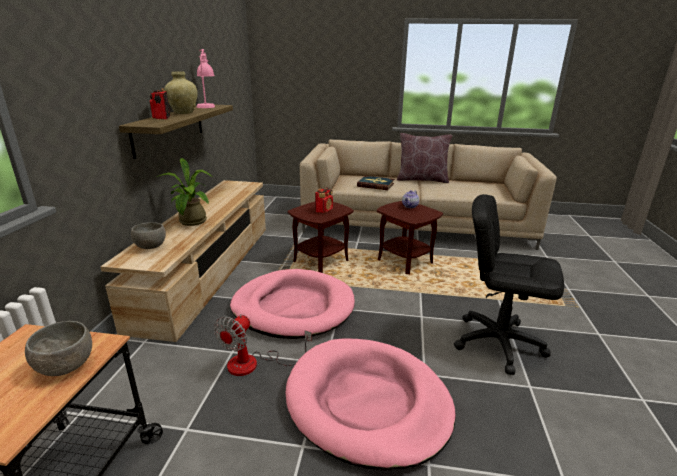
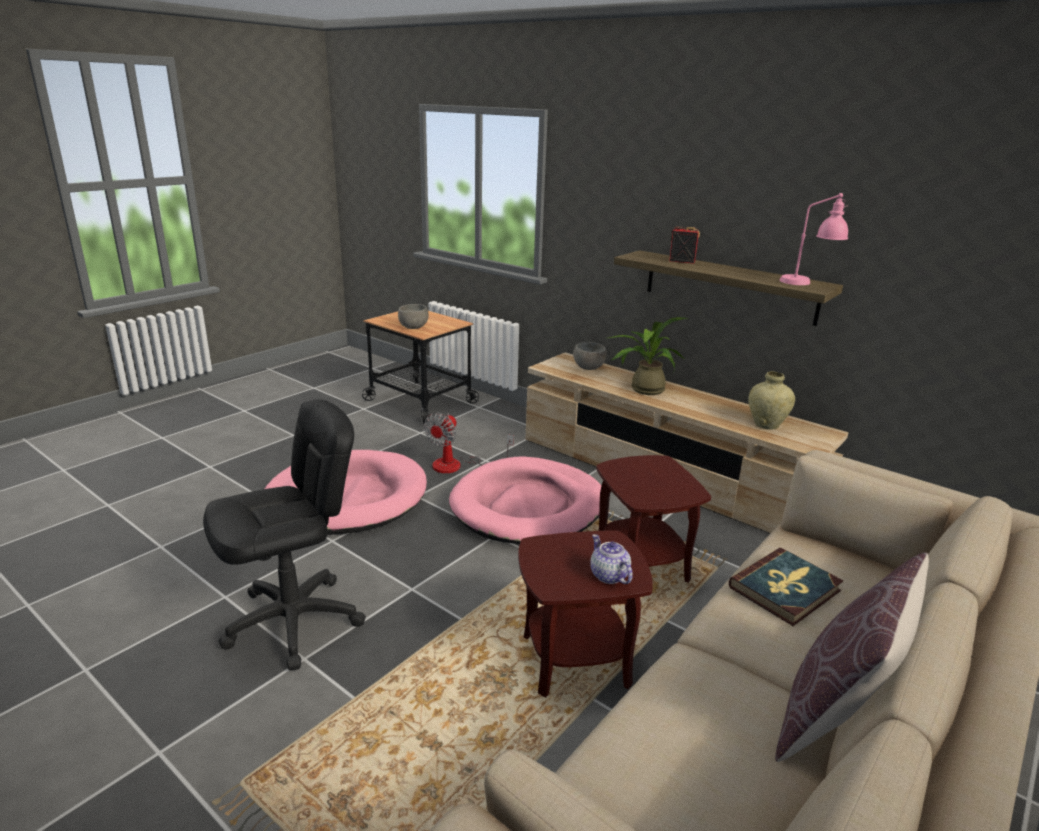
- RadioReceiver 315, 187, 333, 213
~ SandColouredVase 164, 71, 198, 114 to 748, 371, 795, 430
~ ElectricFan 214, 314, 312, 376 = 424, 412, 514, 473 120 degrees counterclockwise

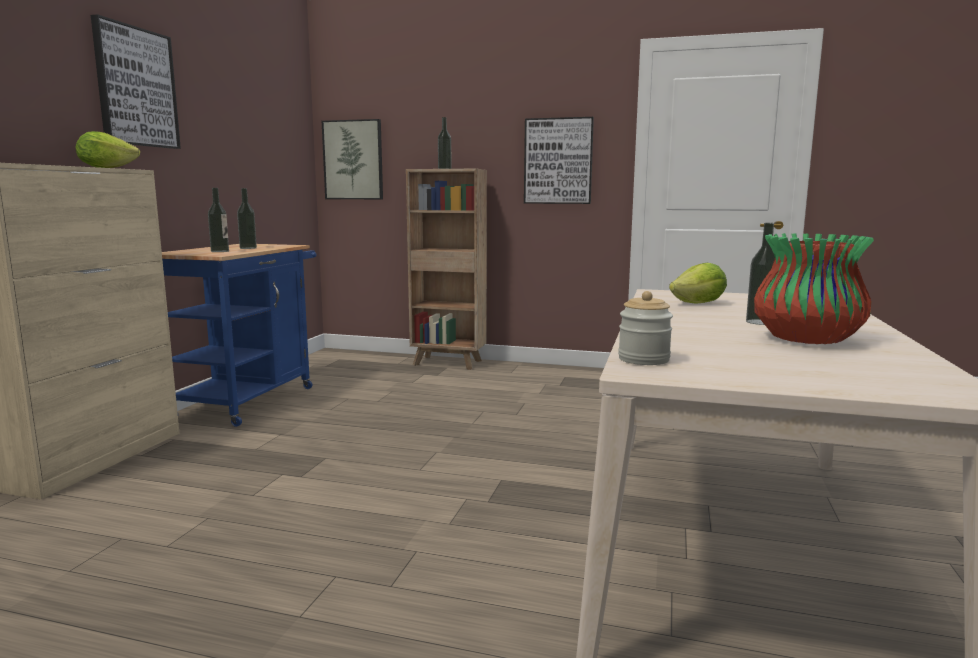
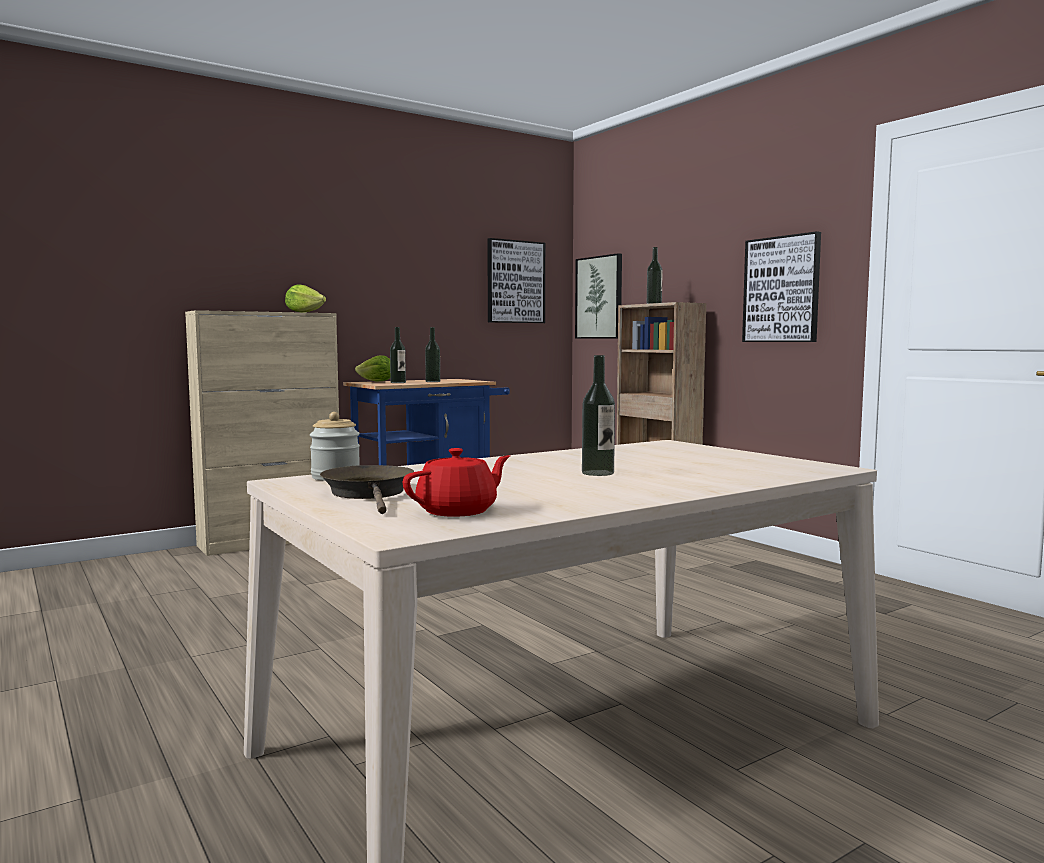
- Vase 754, 233, 874, 344
+ BrownColouredFryingPan 320, 465, 414, 514
+ RedTeapot 403, 448, 510, 517
~ WallPicture 91, 14, 181, 149 to 487, 238, 545, 323
~ Lettuce 669, 263, 727, 304 to 355, 355, 390, 382

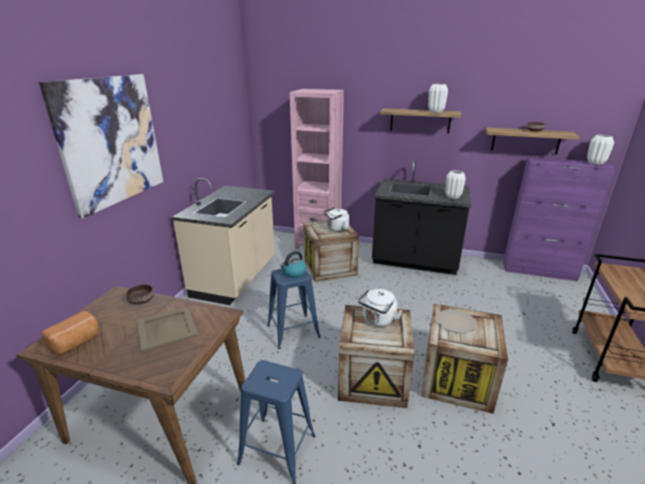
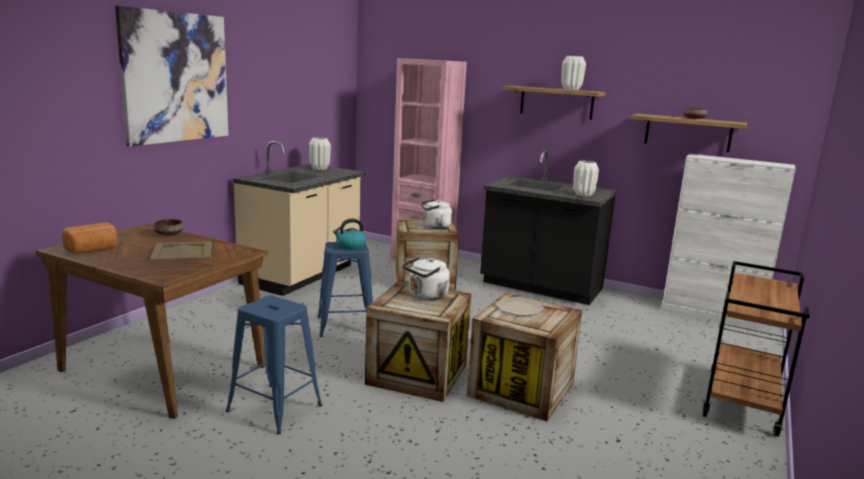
~ WhiteVase 587, 135, 614, 165 to 309, 137, 331, 170
~ PurpleStorageCabinet 503, 157, 616, 281 to WhiteStorageCabinet 661, 154, 796, 331

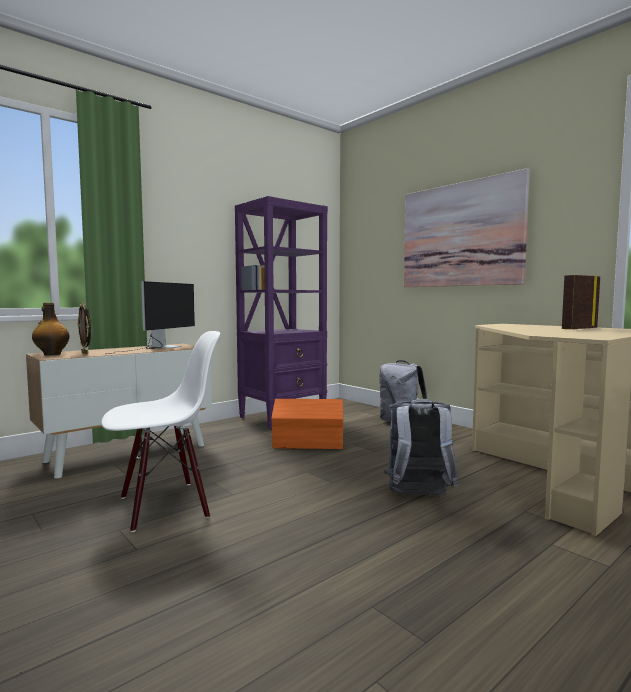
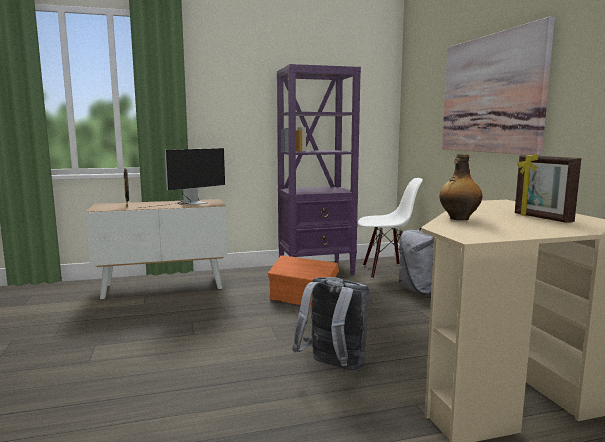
~ BeverageBottle 32, 303, 69, 355 to 439, 154, 482, 220
~ WhiteUprightChair 101, 331, 220, 532 to 358, 178, 423, 279
~ StandingFrame 562, 274, 600, 329 = 515, 154, 581, 223 105 degrees counterclockwise

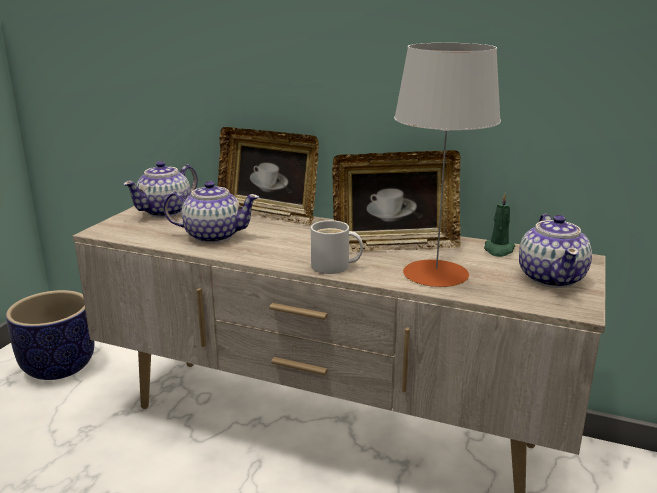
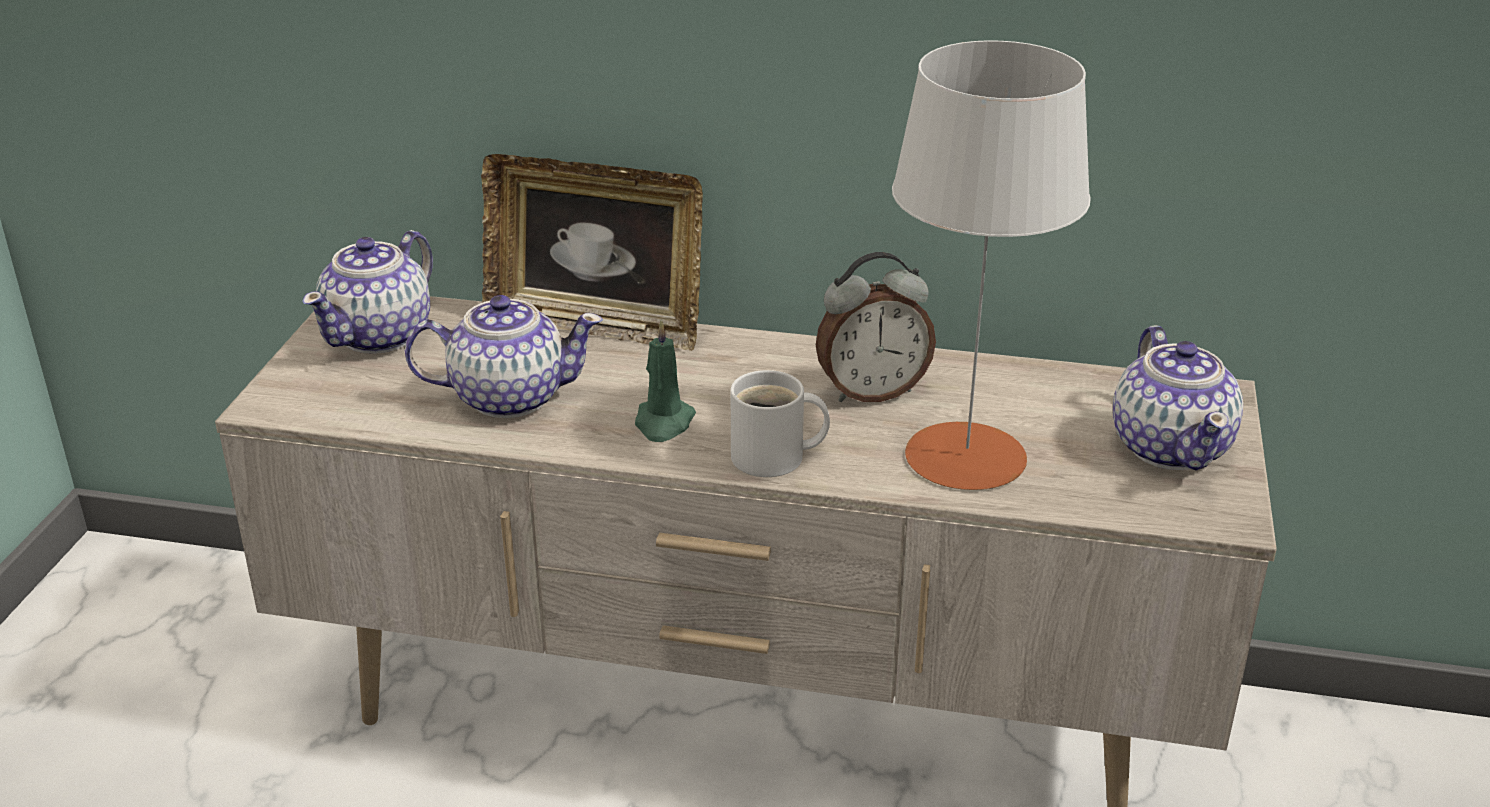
- FlowerPot 6, 290, 94, 380
~ GreenWaxCandle 484, 193, 515, 257 to 635, 320, 696, 442
~ StandingFrame 332, 150, 461, 252 to BedsideClock 816, 252, 936, 402

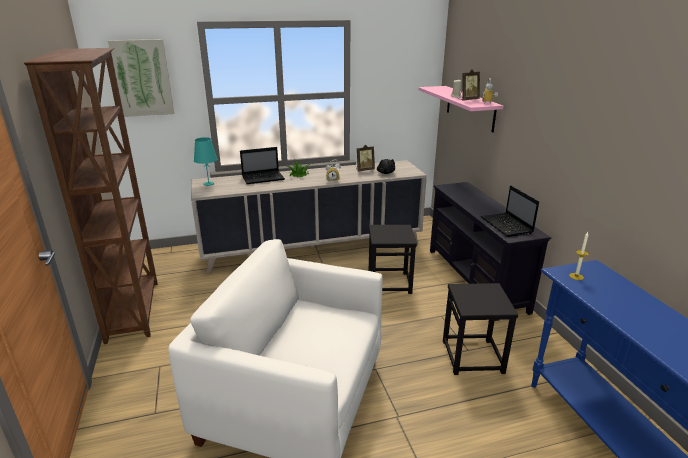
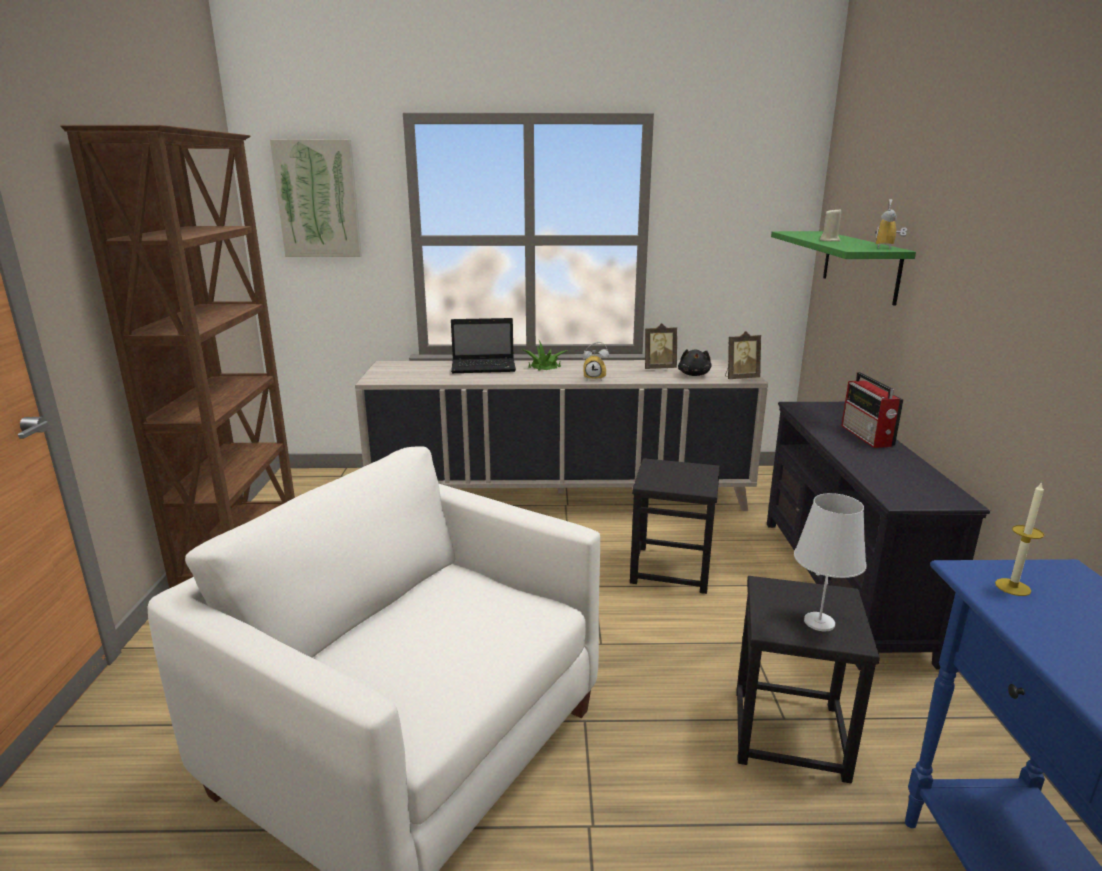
- TurquoiseColouredTableLamp 194, 137, 218, 186
- NotebookComputer 481, 185, 539, 237
+ WhiteTableLamp 794, 493, 867, 632
+ RadioReceiver 841, 372, 903, 448
~ StandingFrame 458, 69, 480, 101 to 725, 331, 761, 379
~ PinkishShelf 418, 86, 504, 133 to GreenShelf 771, 231, 916, 306

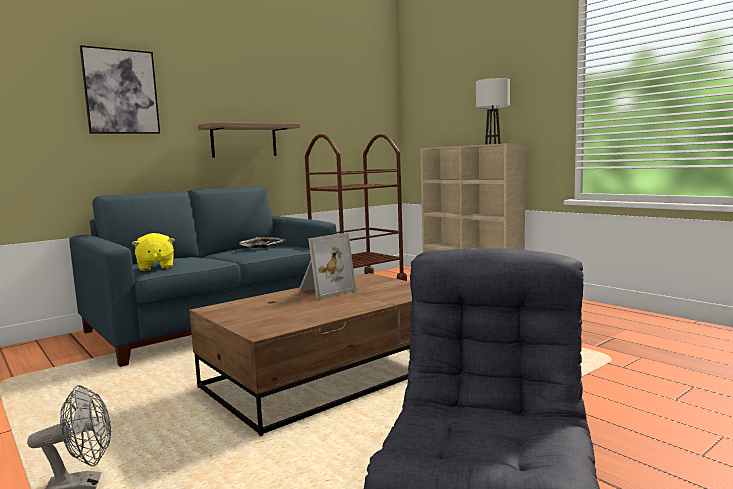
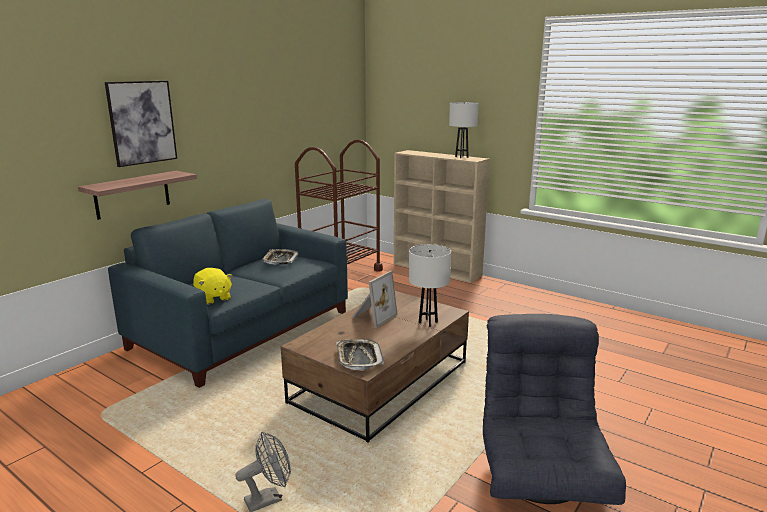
+ Tray 336, 339, 384, 371
+ WhiteTableLamp 409, 244, 451, 327
~ Shelf 198, 122, 300, 158 to 78, 171, 197, 220

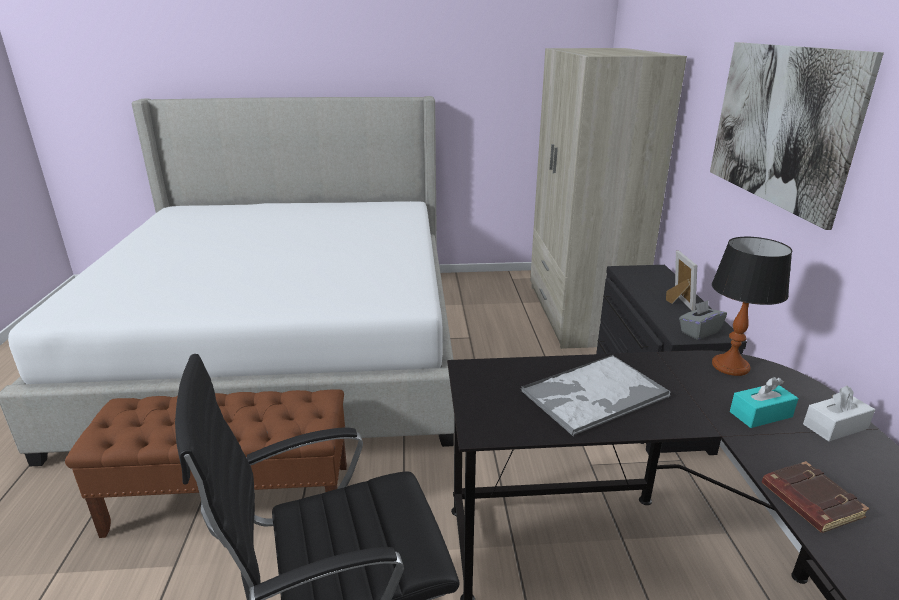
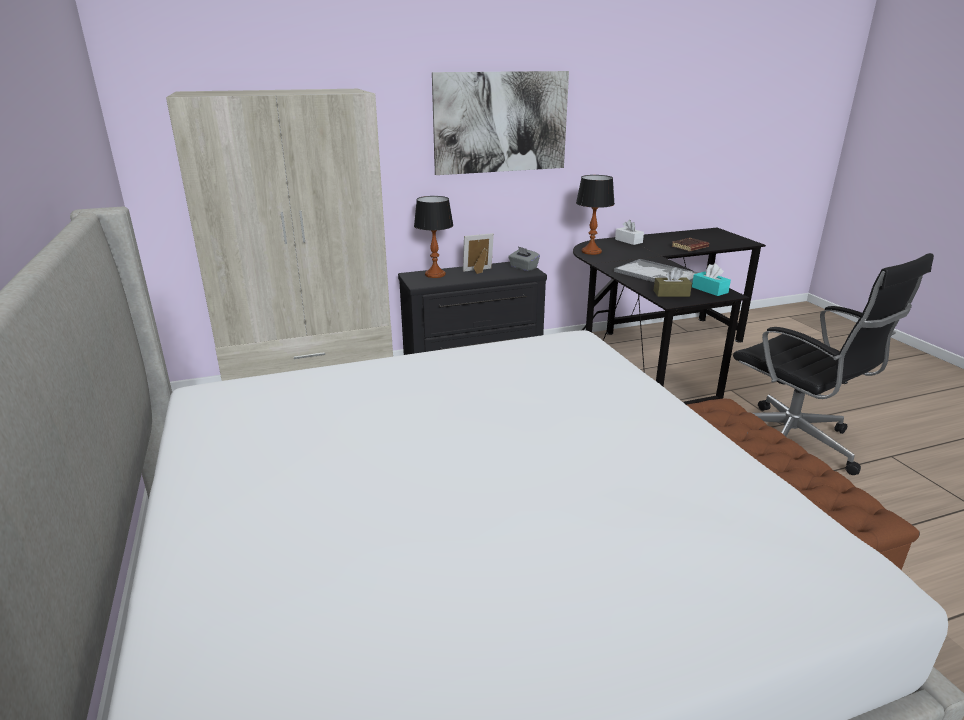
+ TableLamp 414, 196, 454, 278
+ BrownColouredTissueBox 653, 267, 692, 297
~ TurquoiseColouredTissueBox 730, 377, 798, 428 to 692, 264, 731, 296

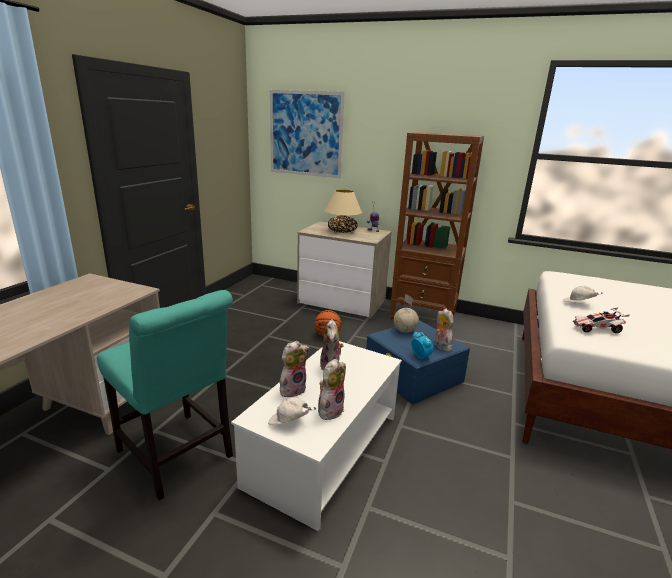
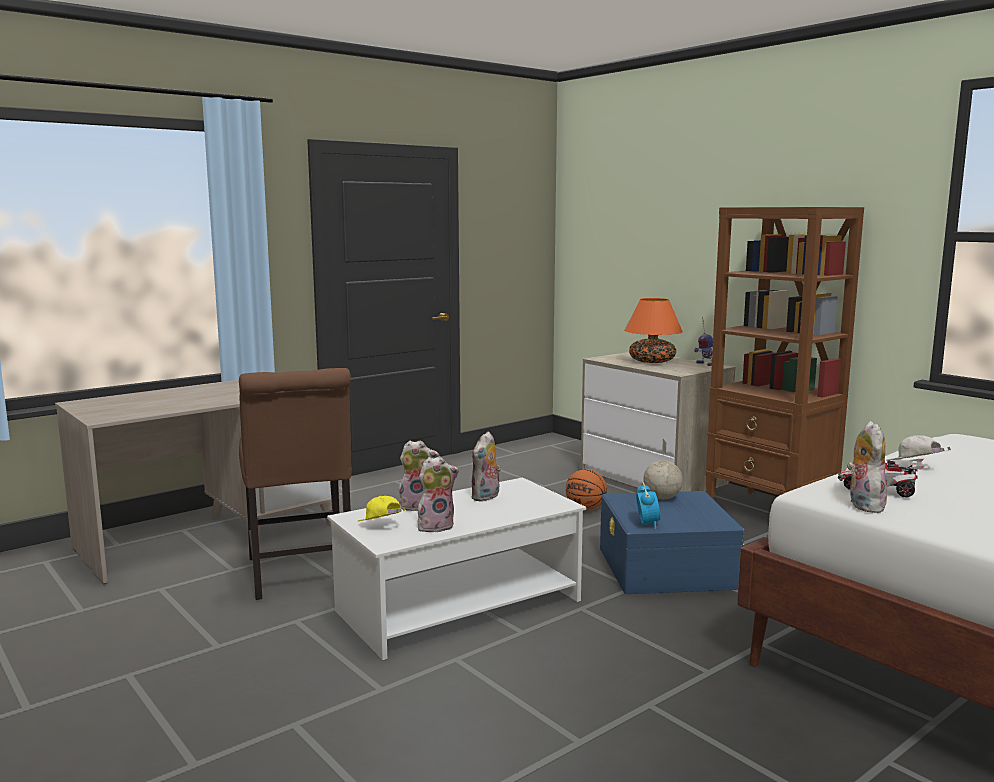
- WallPicture 270, 90, 345, 178
~ PlushToy 435, 308, 454, 351 to 847, 421, 887, 513
~ TurquoiseColouredUprightChair 97, 290, 233, 500 to BrownColouredUprightChair 239, 368, 352, 600
~ WhiteCap 268, 397, 316, 425 to YellowColouredCap 358, 496, 405, 521
~ SandColouredTableLamp 325, 189, 362, 233 to OrangeTableLamp 624, 298, 683, 363

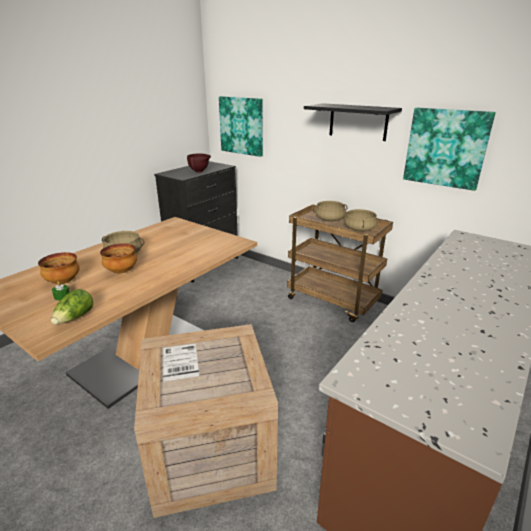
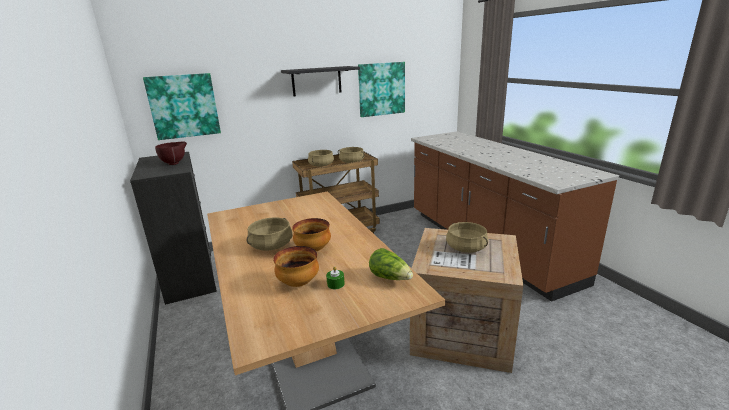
+ SandColouredCookingPot 446, 222, 488, 253

